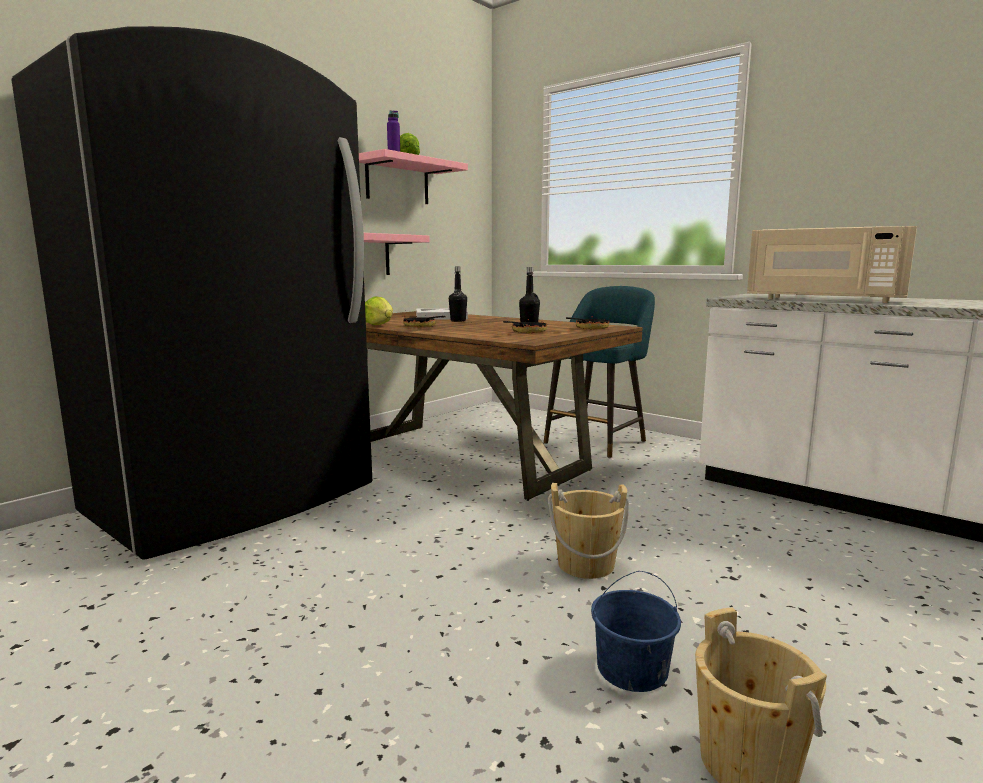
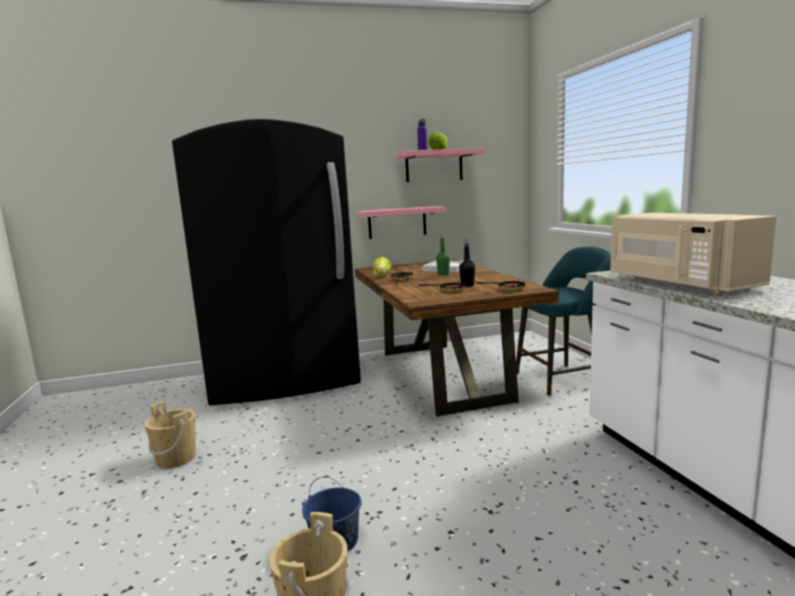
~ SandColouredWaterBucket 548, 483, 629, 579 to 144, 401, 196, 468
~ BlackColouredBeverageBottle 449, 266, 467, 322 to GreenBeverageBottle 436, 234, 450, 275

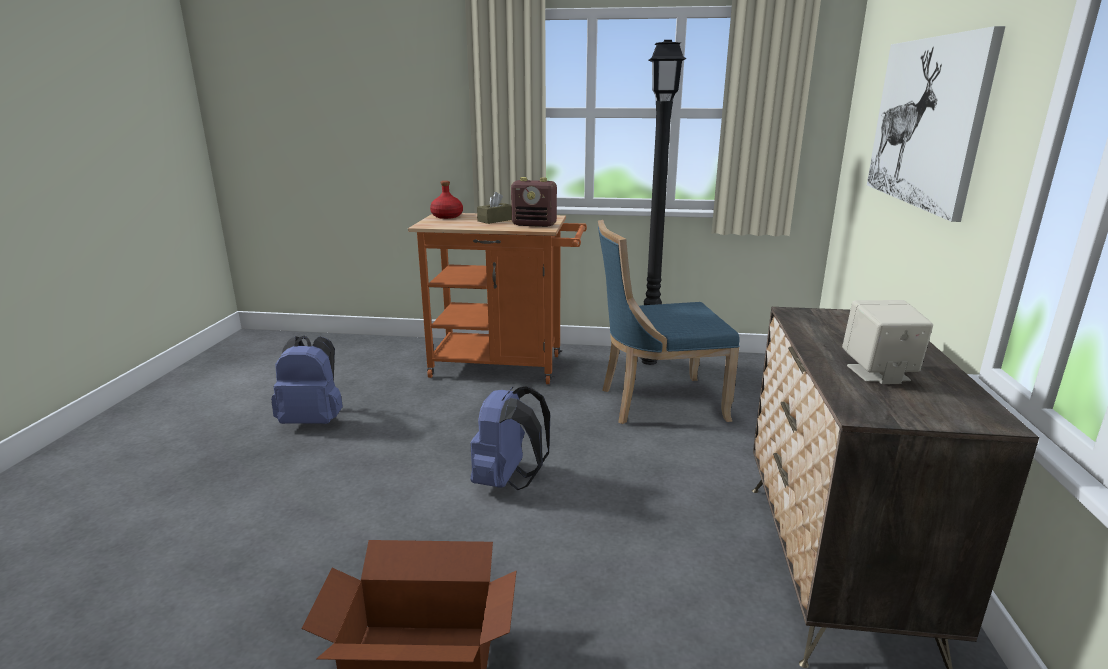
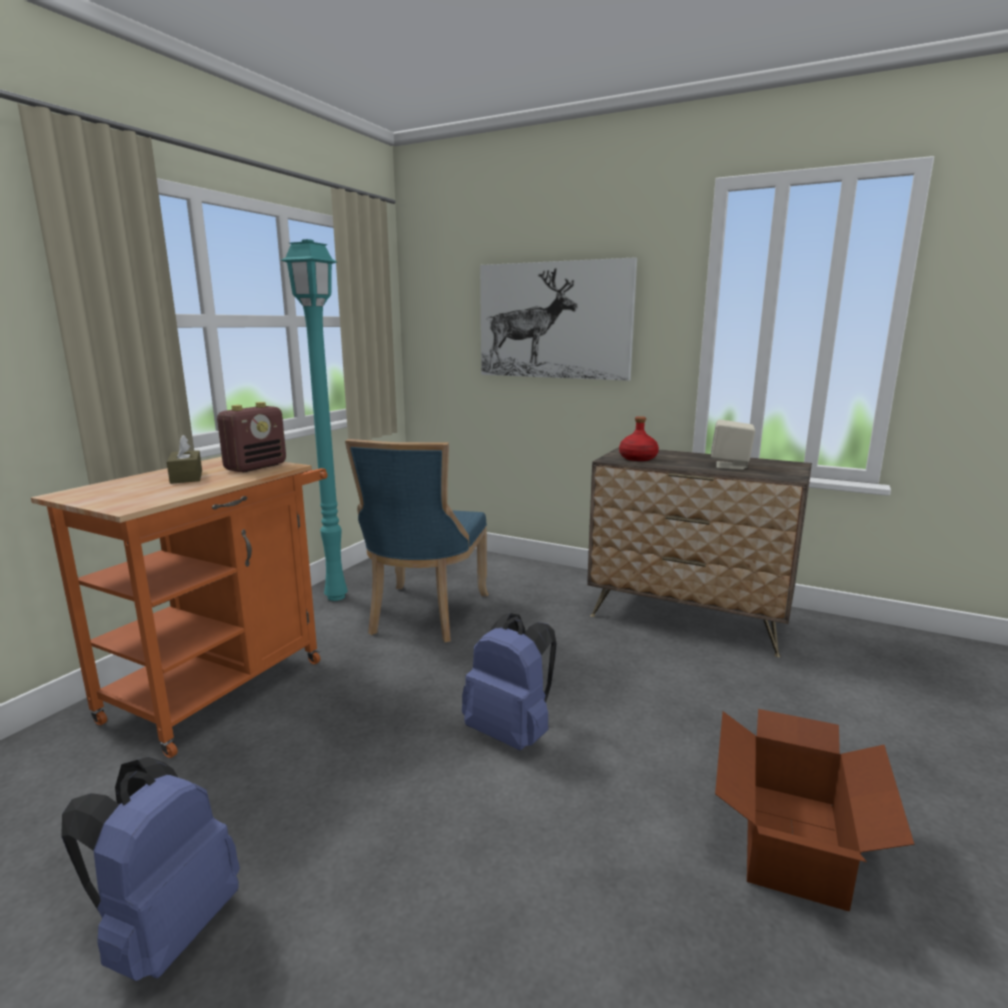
~ RedBeverageBottle 430, 181, 463, 219 to 619, 416, 659, 461
~ BlackColouredStandardLamp 640, 40, 686, 365 to TurquoiseColouredStandardLamp 281, 239, 348, 601

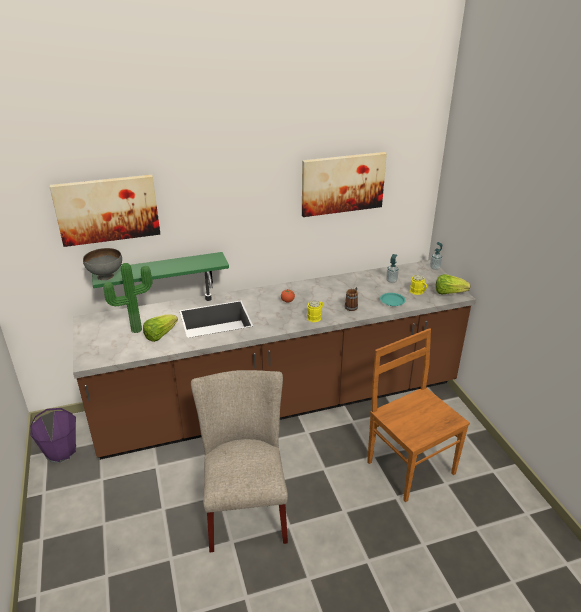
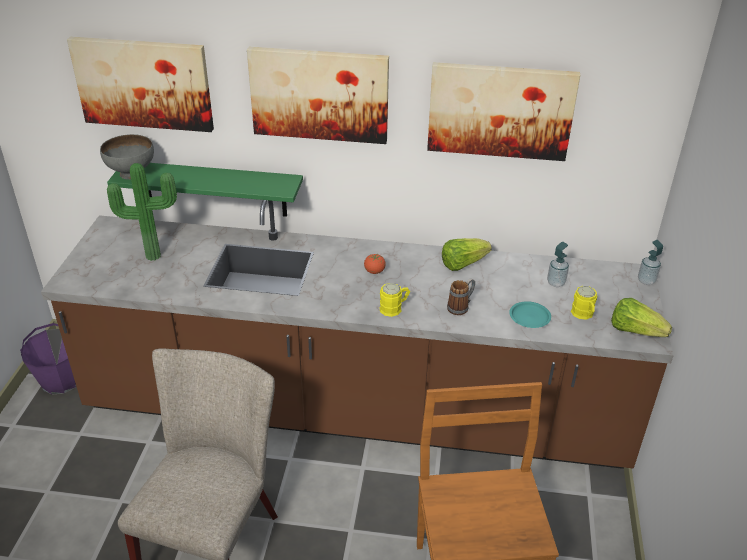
+ WallPicture 247, 47, 389, 144
~ Lettuce 143, 314, 178, 342 to 442, 238, 492, 271

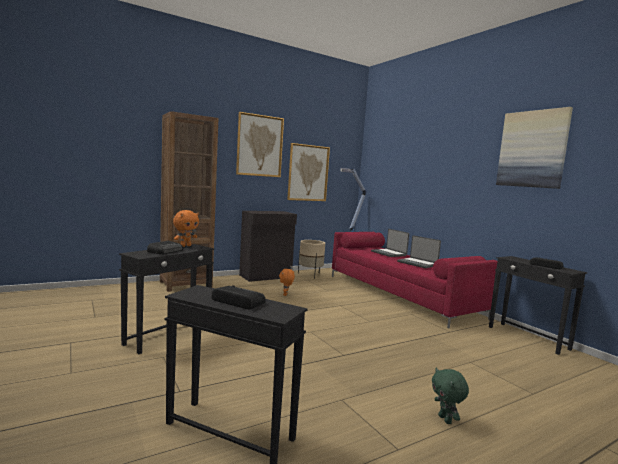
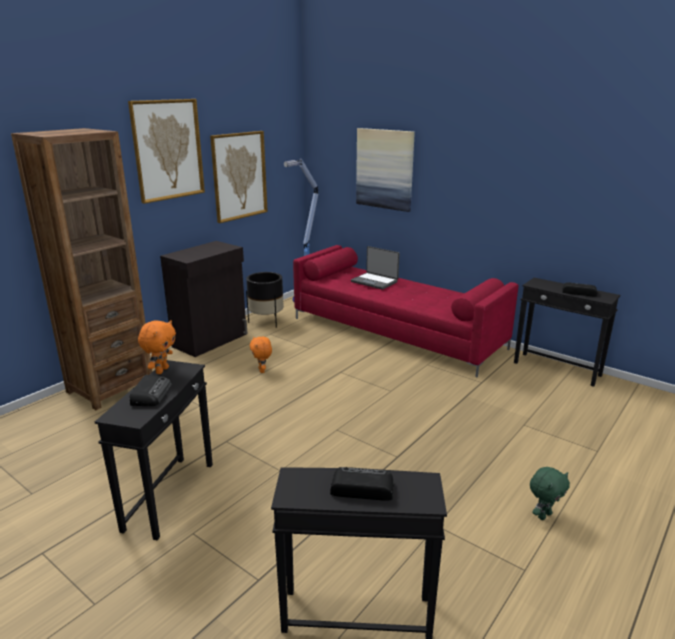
- NotebookComputer 397, 235, 441, 268
~ WallPicture 496, 107, 573, 189 to 356, 128, 415, 212
~ SandColouredFlowerPot 298, 240, 325, 278 to BlackColouredFlowerPot 246, 272, 284, 328
~ GreenPlushToy 432, 368, 469, 424 = 530, 467, 570, 520 90 degrees counterclockwise

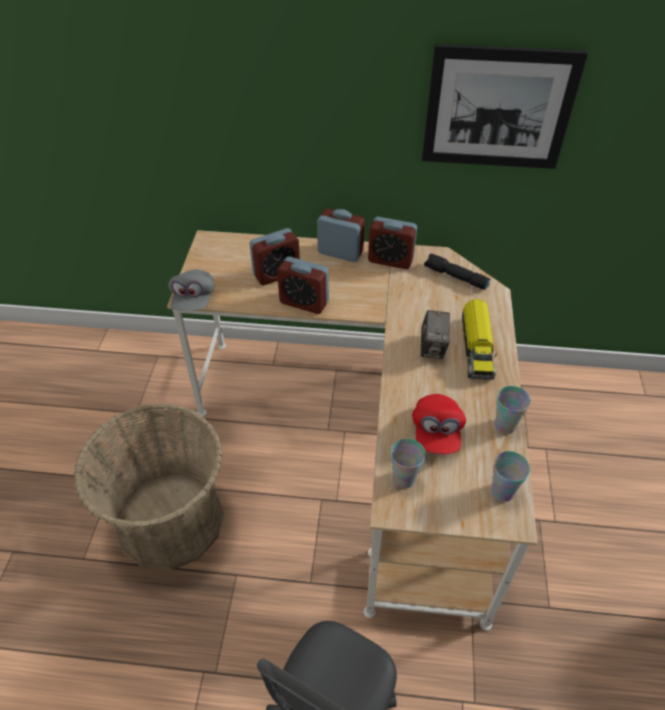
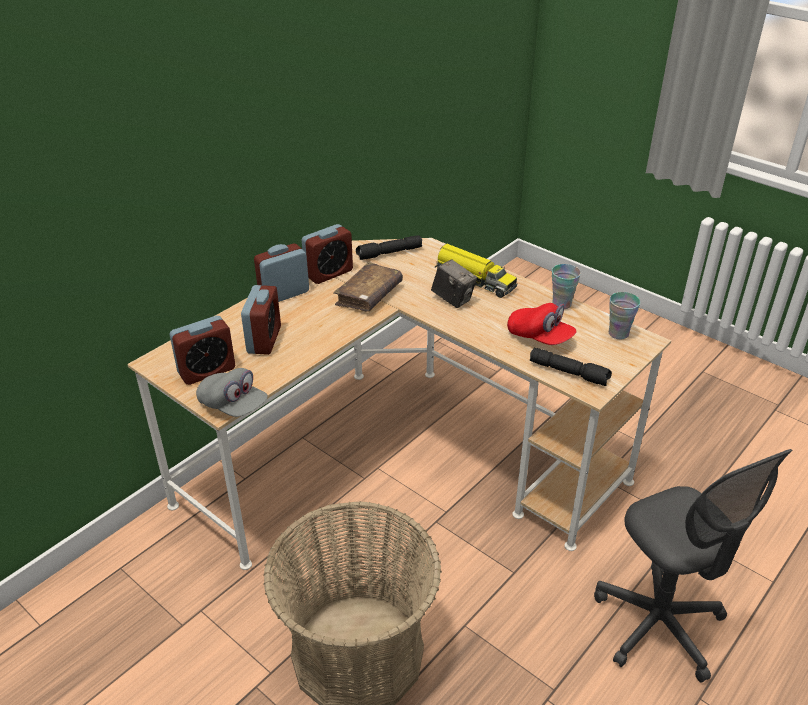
- WallPicture 422, 44, 588, 169
+ BrownColouredBook 333, 262, 403, 311
~ BedsideClock 277, 256, 329, 314 to 170, 316, 235, 385
~ Cup 390, 438, 426, 489 to BlackColouredHandTorch 529, 348, 612, 386

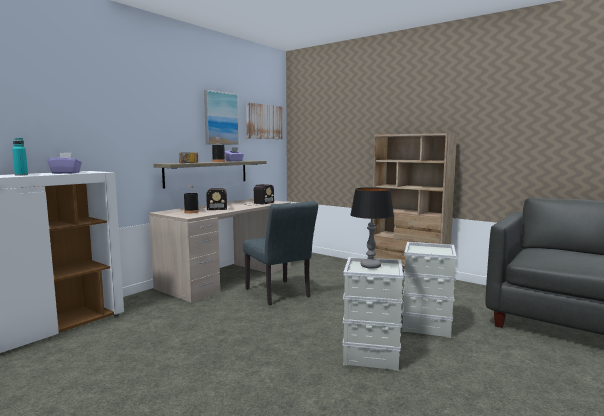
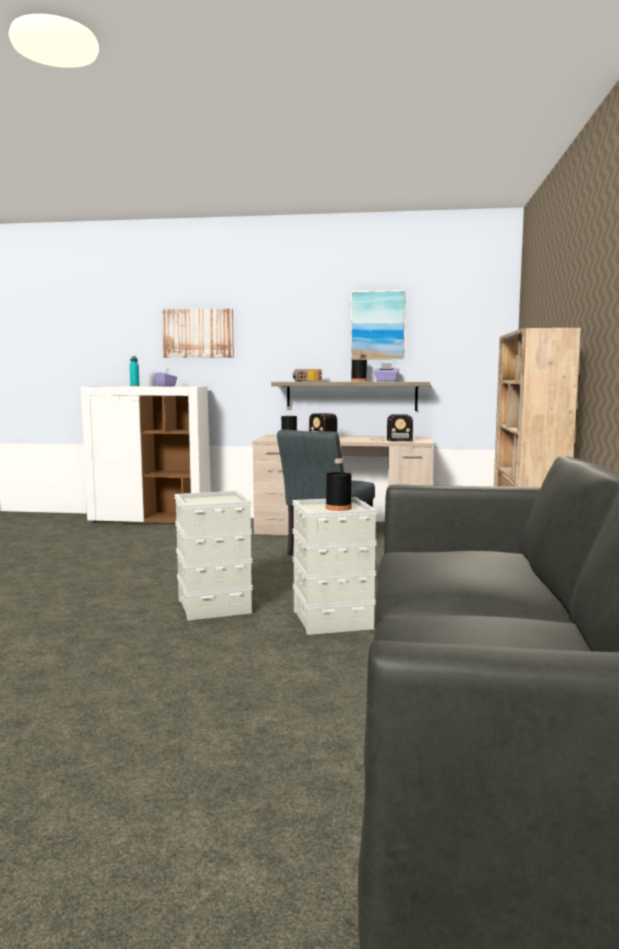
- TableLamp 350, 188, 394, 269
+ BlackColouredBeverageBottle 326, 458, 352, 511
~ WallPicture 246, 102, 283, 139 to 162, 309, 234, 358

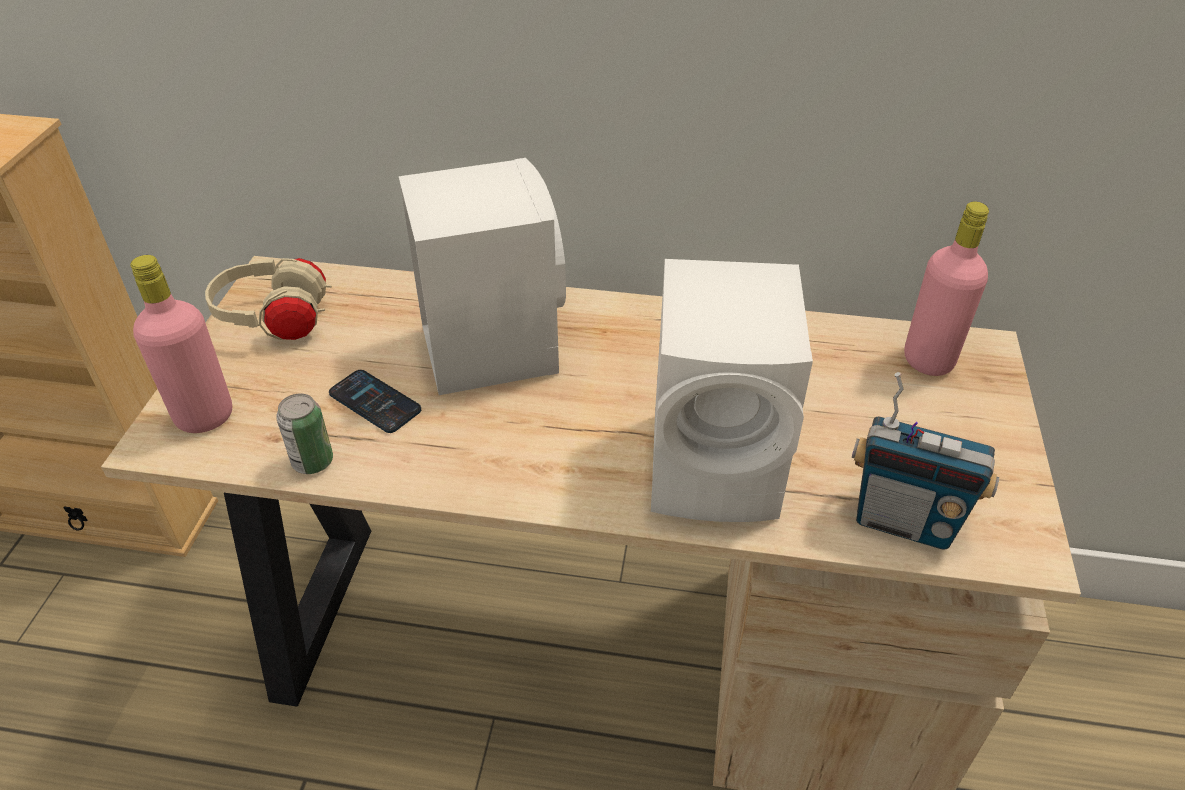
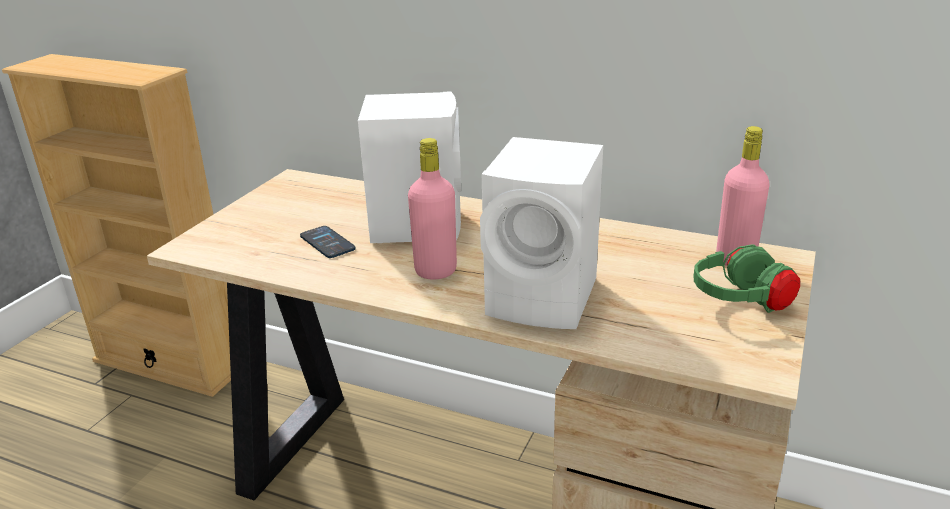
- SandColouredHeadset 205, 258, 332, 340
- SealedCan 276, 394, 333, 474
- RadioReceiver 851, 372, 999, 549
+ GreenHeadset 694, 245, 800, 313
~ PinkishBeverageBottle 130, 255, 232, 433 to 408, 138, 457, 279

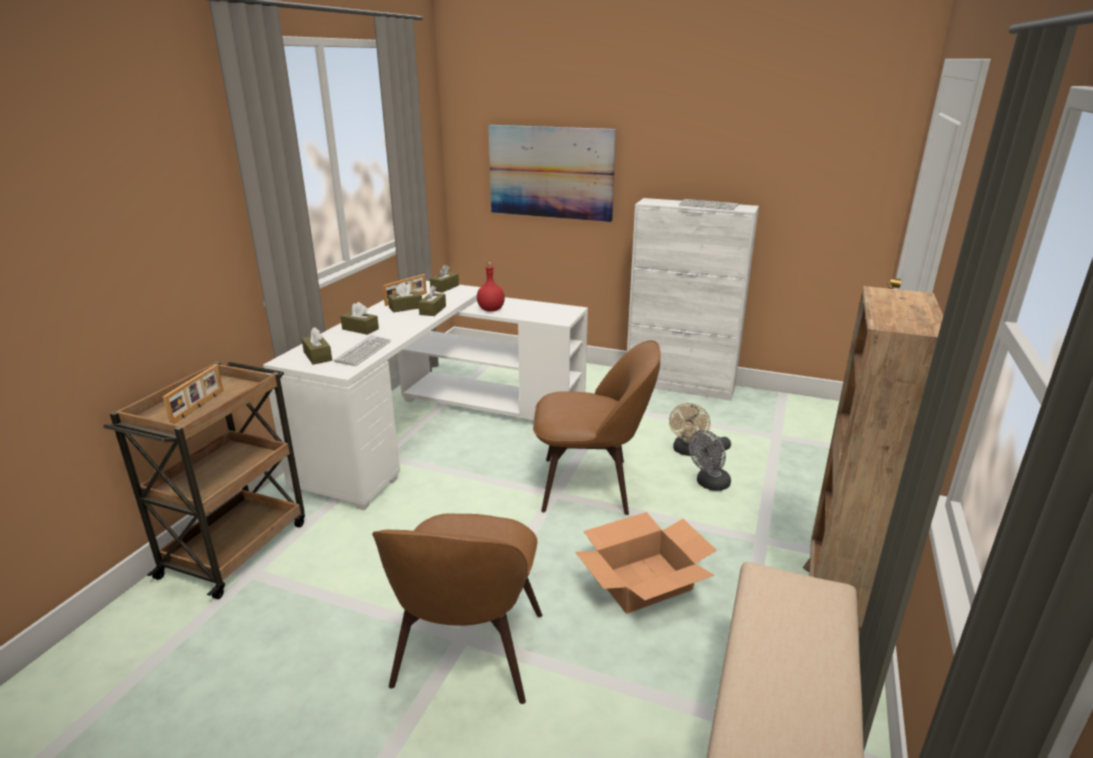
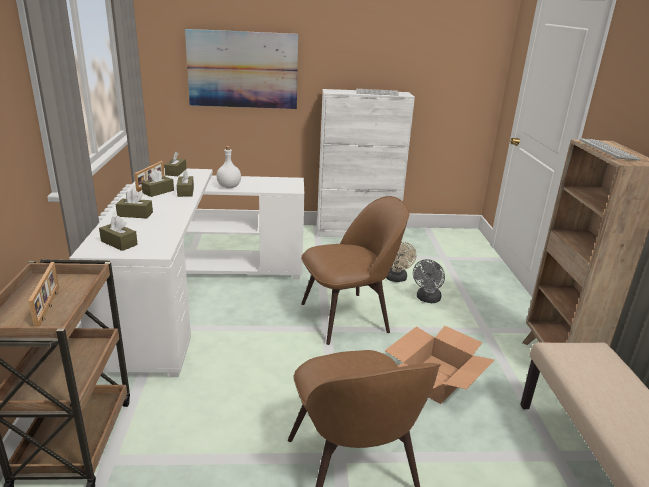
~ PcKeyboard 334, 335, 391, 366 to 579, 138, 641, 161
~ RedBeverageBottle 477, 262, 505, 312 to WhiteBeverageBottle 217, 146, 241, 188

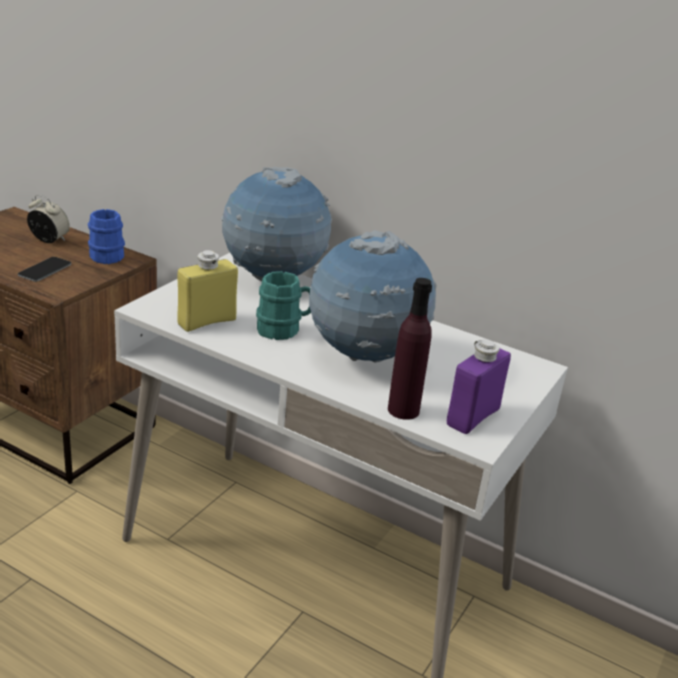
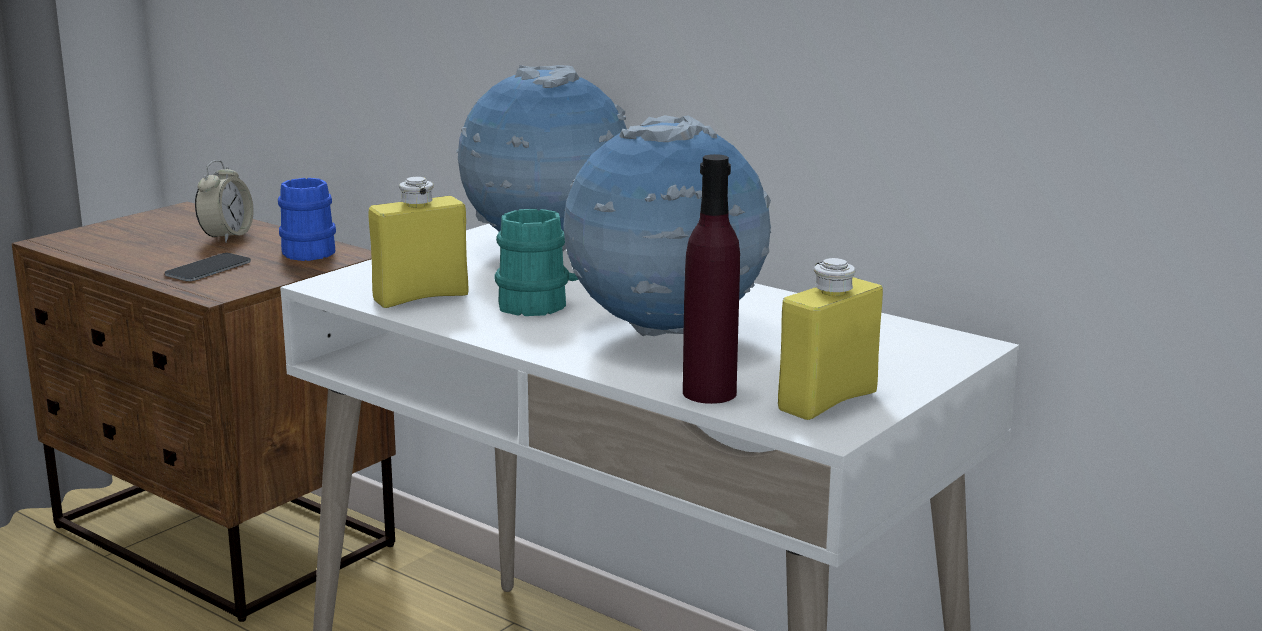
~ PurpleBeverageBottle 447, 339, 511, 434 to YellowColouredBeverageBottle 778, 258, 883, 420
~ BedsideClock 27, 195, 70, 243 = 195, 160, 254, 243 75 degrees clockwise

